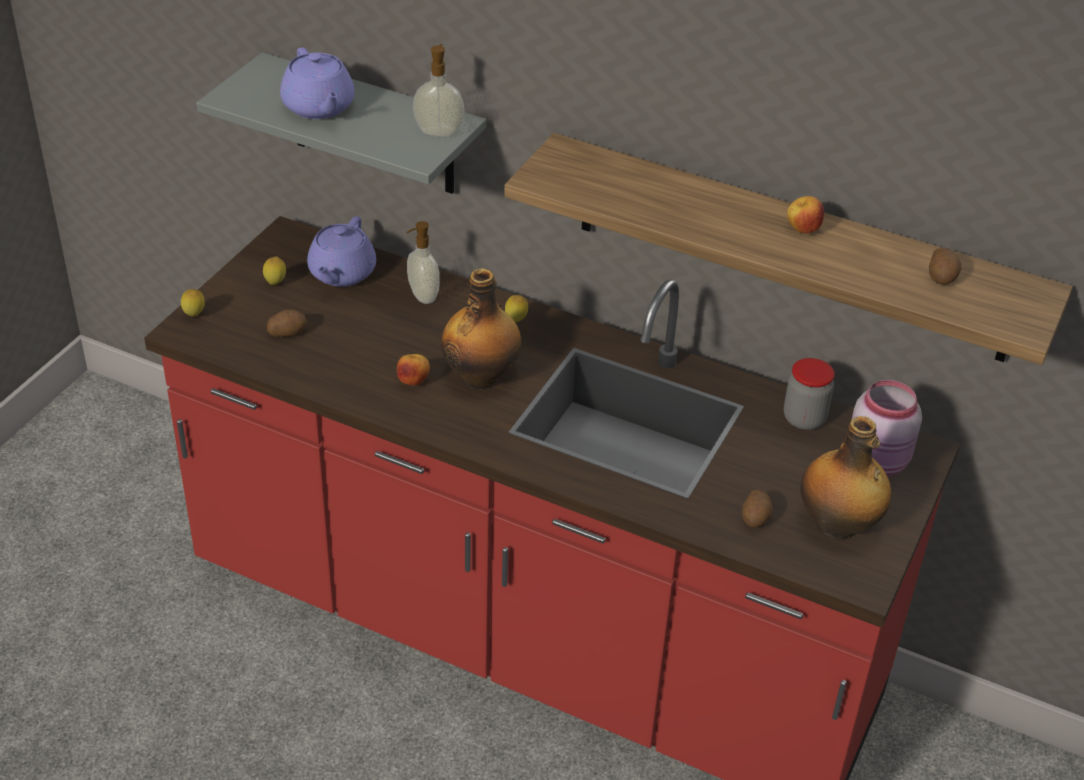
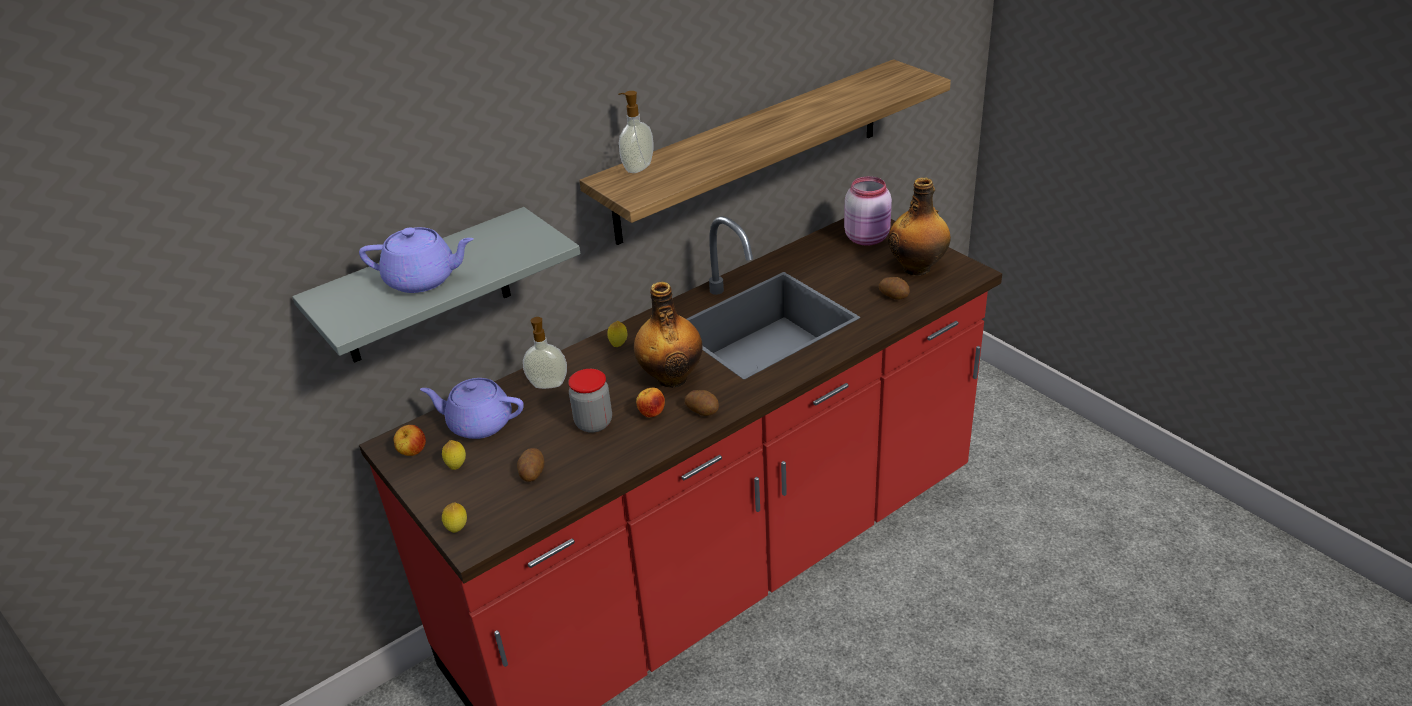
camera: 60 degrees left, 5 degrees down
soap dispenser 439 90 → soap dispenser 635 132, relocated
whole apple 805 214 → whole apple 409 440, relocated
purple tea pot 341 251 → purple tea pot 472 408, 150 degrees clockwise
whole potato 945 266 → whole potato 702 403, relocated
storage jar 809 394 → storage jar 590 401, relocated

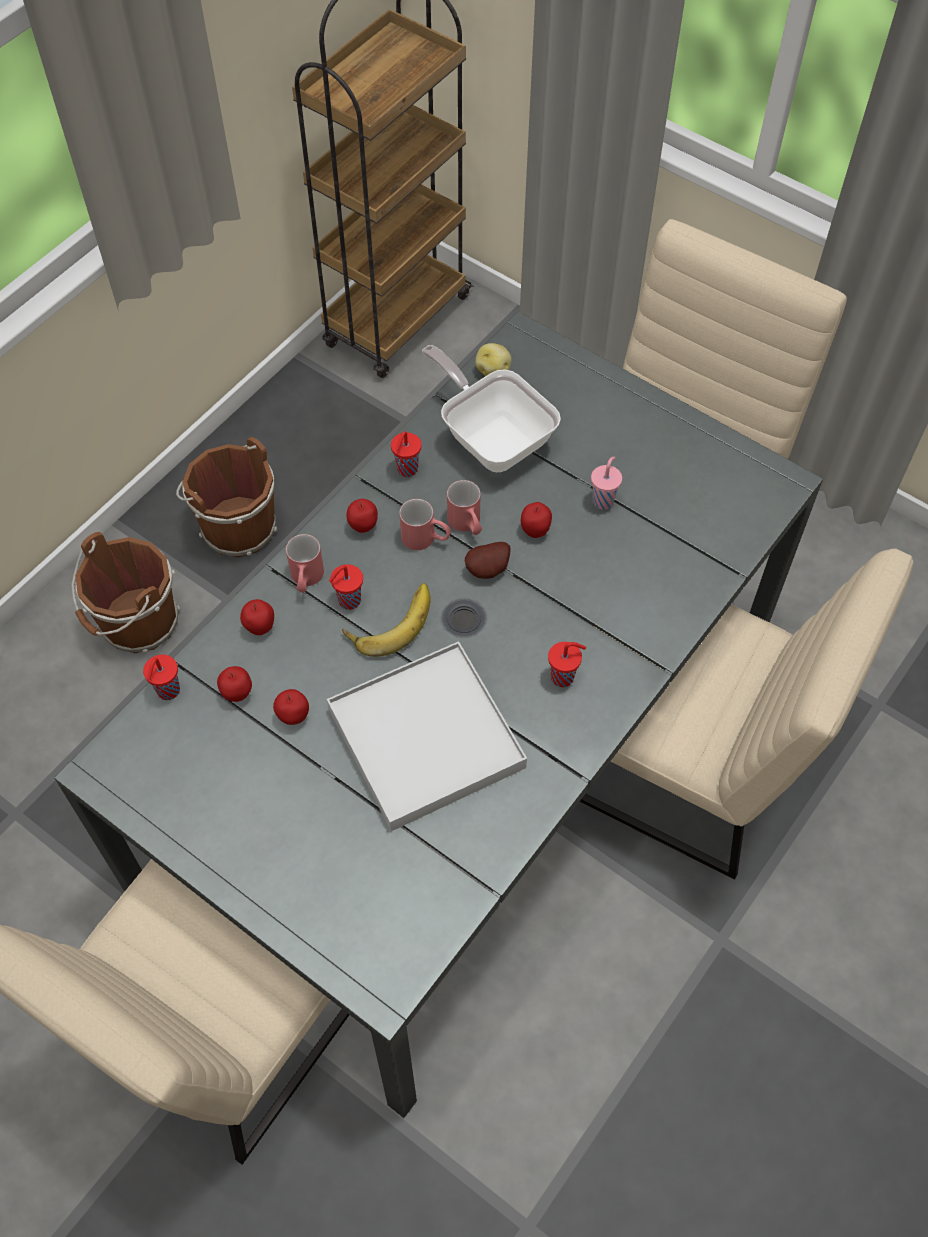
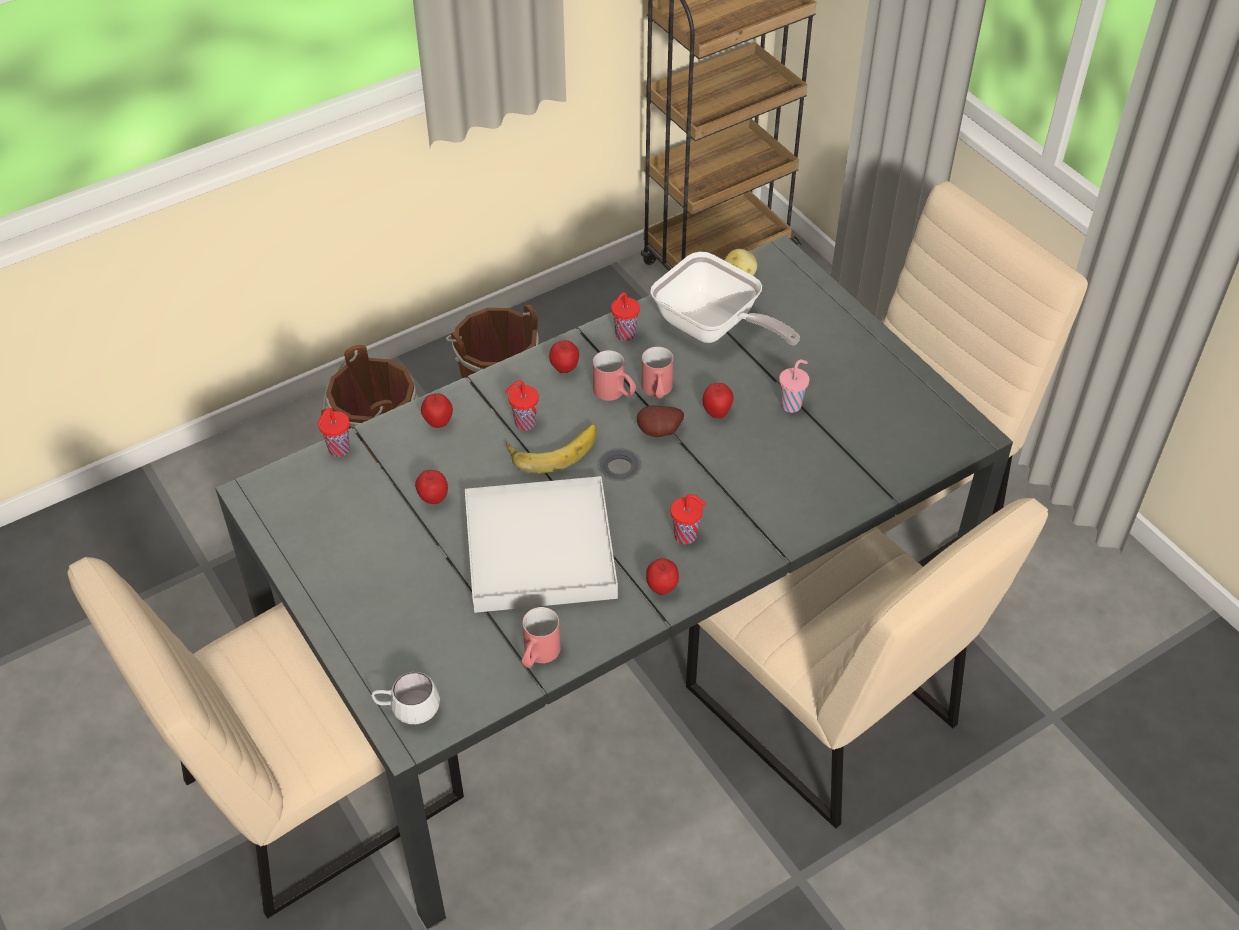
camera: 20 degrees right, 10 degrees down
pan 491 408 → pan 725 299, 150 degrees clockwise
red-coloured mug 305 563 → red-coloured mug 541 637, relocated
whole apple 234 684 → whole apple 662 576, relocated
- → white mug 405 698

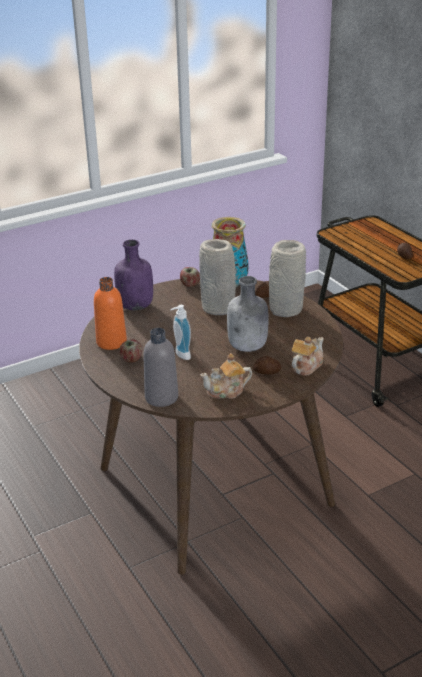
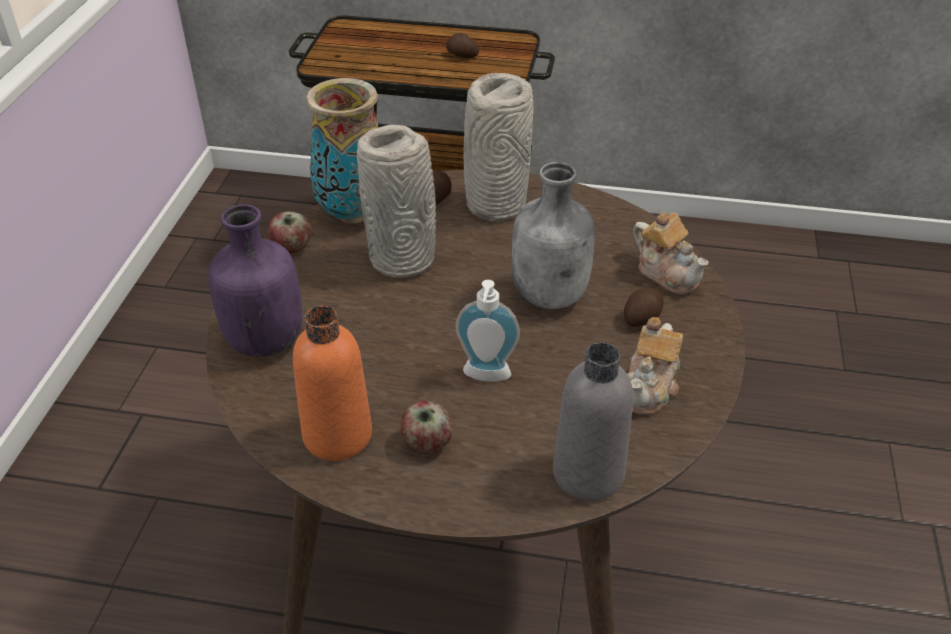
camera: 50 degrees left, 10 degrees up
tea pot 308 356 → tea pot 671 253, 150 degrees clockwise

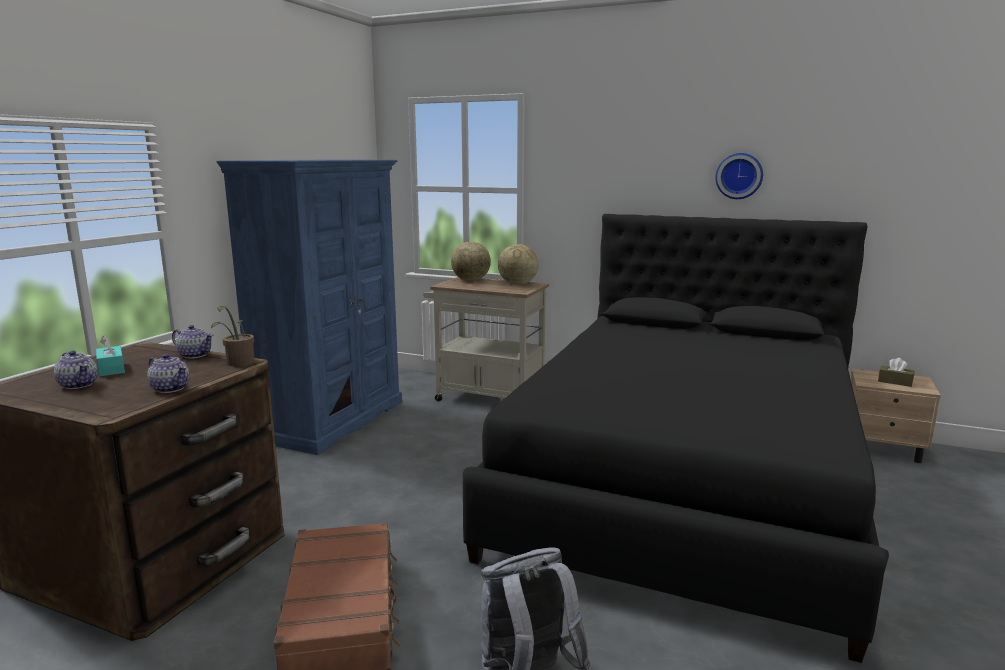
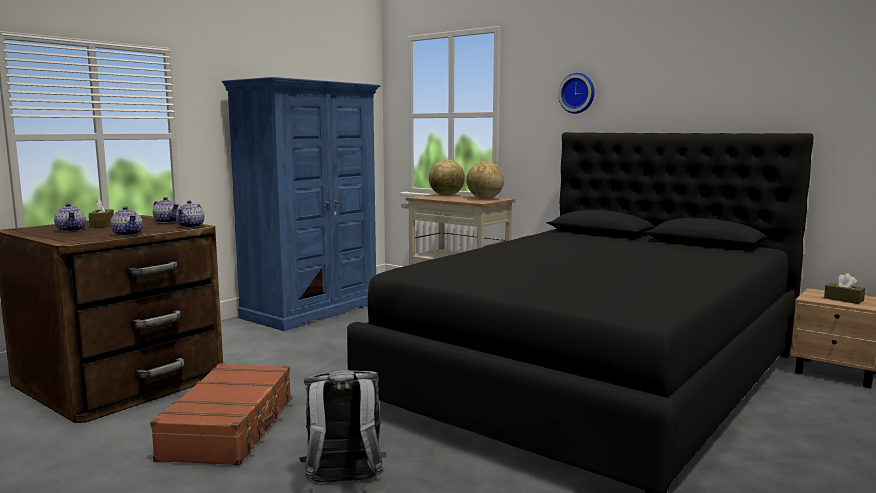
camera: 15 degrees right, 5 degrees down
clock on the wall 739 176 → clock on the wall 576 93, relocated
houseplant 233 336 → tea pot 190 214
turquoise tissue box 110 355 → brownish tissue box 101 213

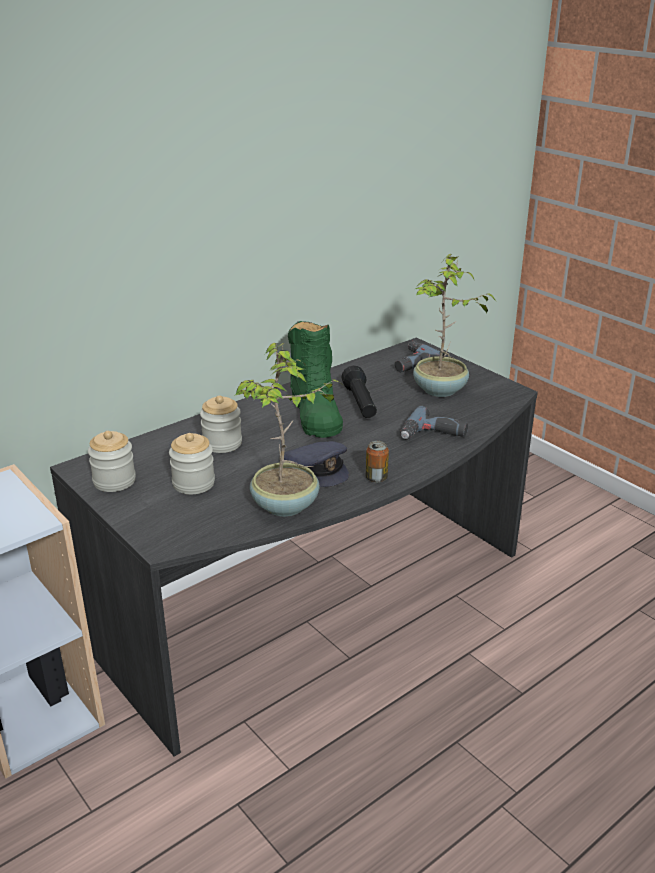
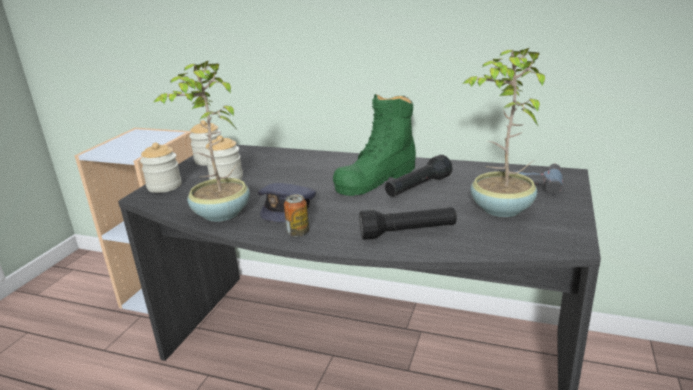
camera: 60 degrees right, 5 degrees down
storage jar 221 424 → storage jar 160 167, relocated
power drill 434 423 → blackish torch 408 223

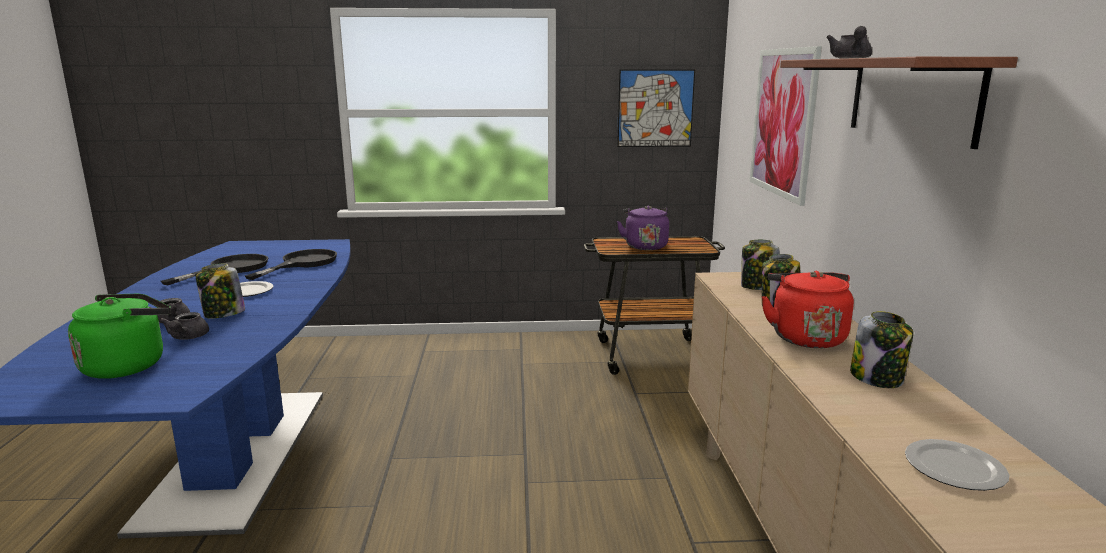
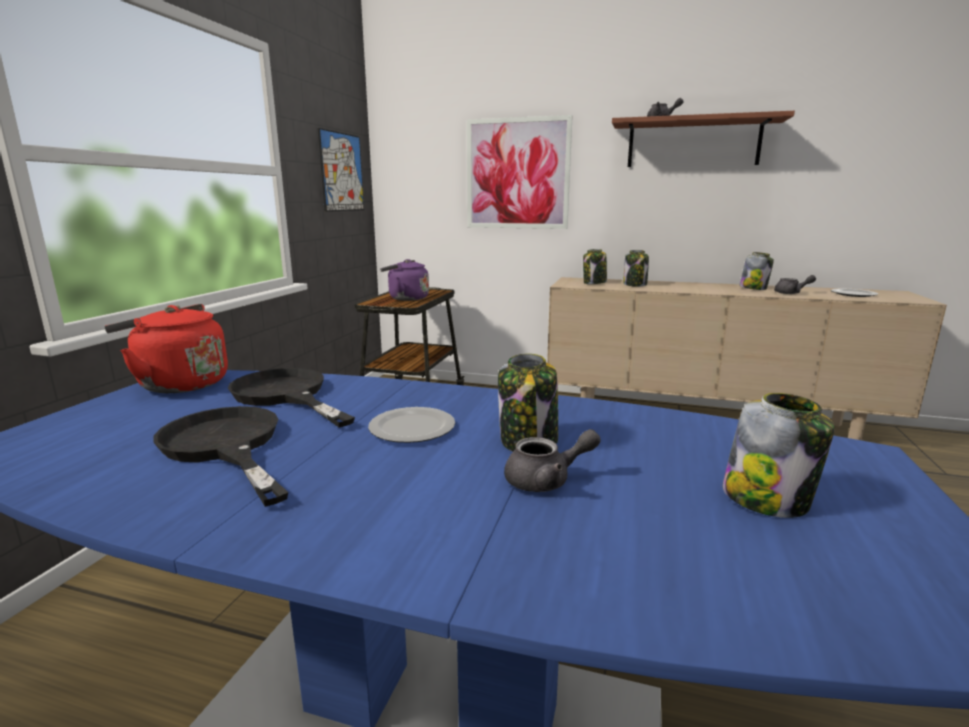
camera: 70 degrees left, 0 degrees up
red-coloured kettle 808 309 → red-coloured kettle 166 348, relocated
greenish kettle 119 336 → storage jar 779 455
grey tea pot 184 326 → grey tea pot 795 284, relocated

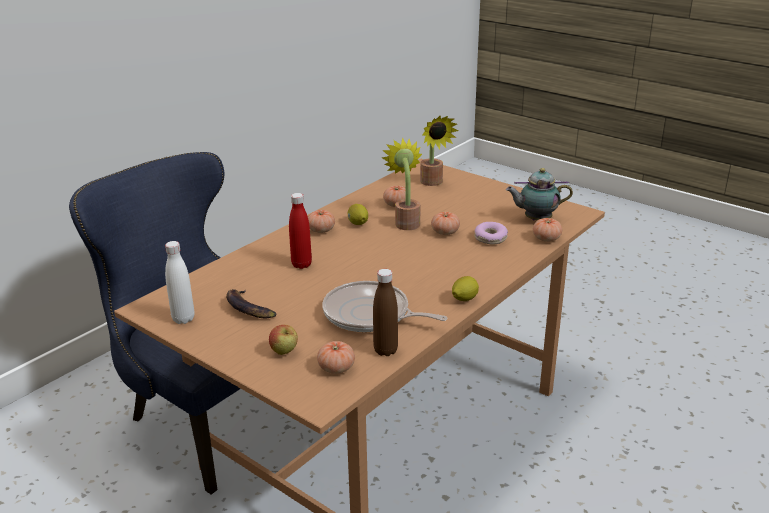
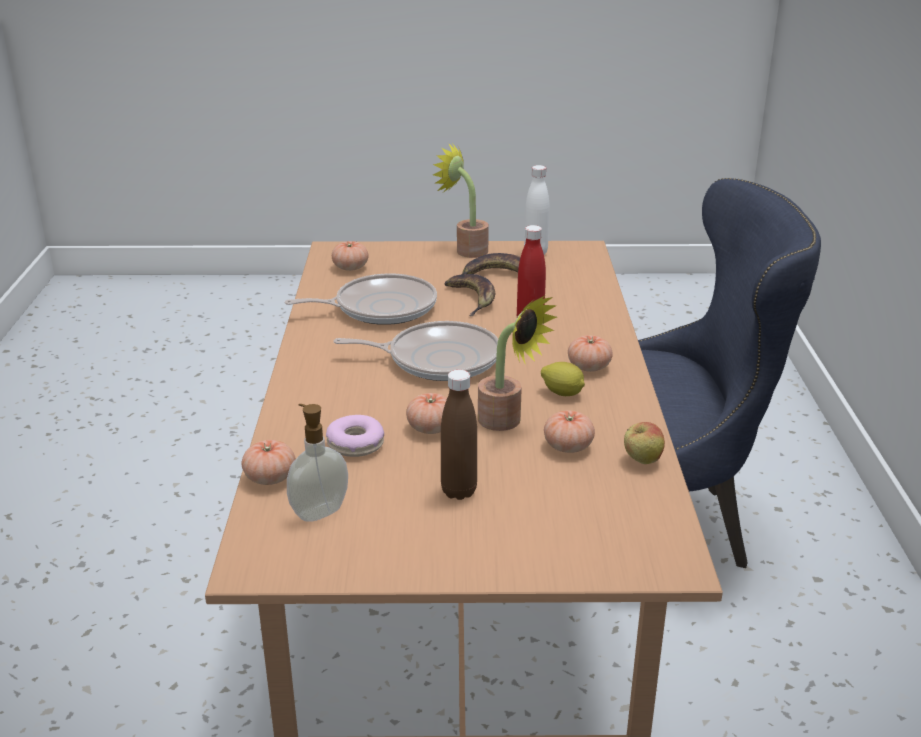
camera: 140 degrees right, 0 degrees up
houseplant 439 151 → houseplant 461 200, relocated
tea pot 539 194 → soap dispenser 317 463
brownish drink bottle 385 312 → brownish drink bottle 459 435, relocated
lemon 465 288 → -
whole apple 283 340 → whole apple 644 443, relocated
- → banana 470 295
- → pan 416 351

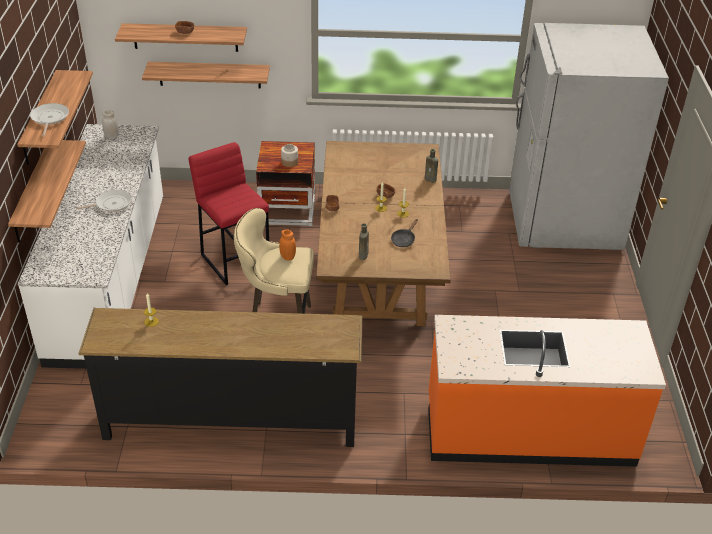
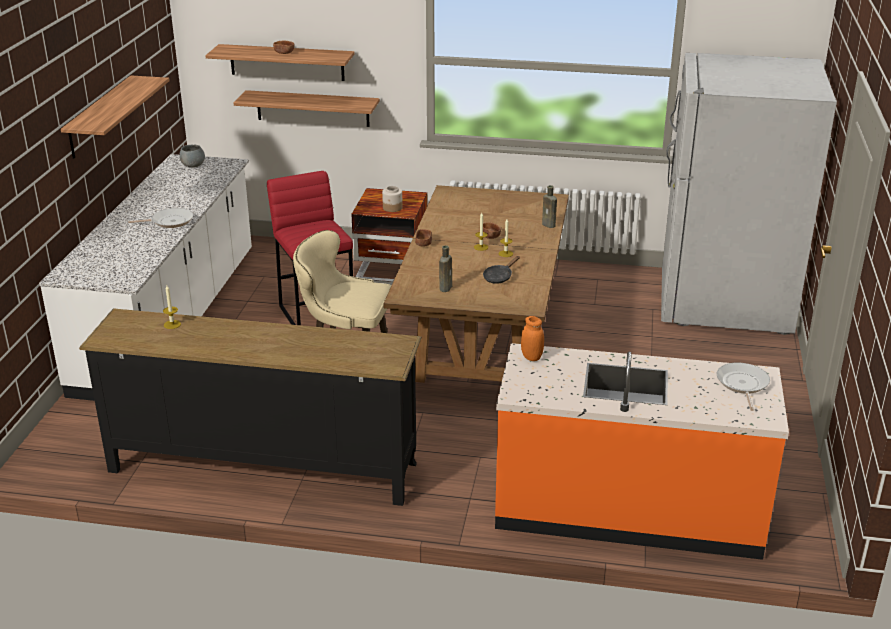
camera: 10 degrees right, 10 degrees down
pan 49 120 → pan 743 387, relocated
white storage jar 110 124 → grey deep dish 192 156
shelf 47 191 → -
orangey storage jar 287 245 → orangey storage jar 532 338, relocated

